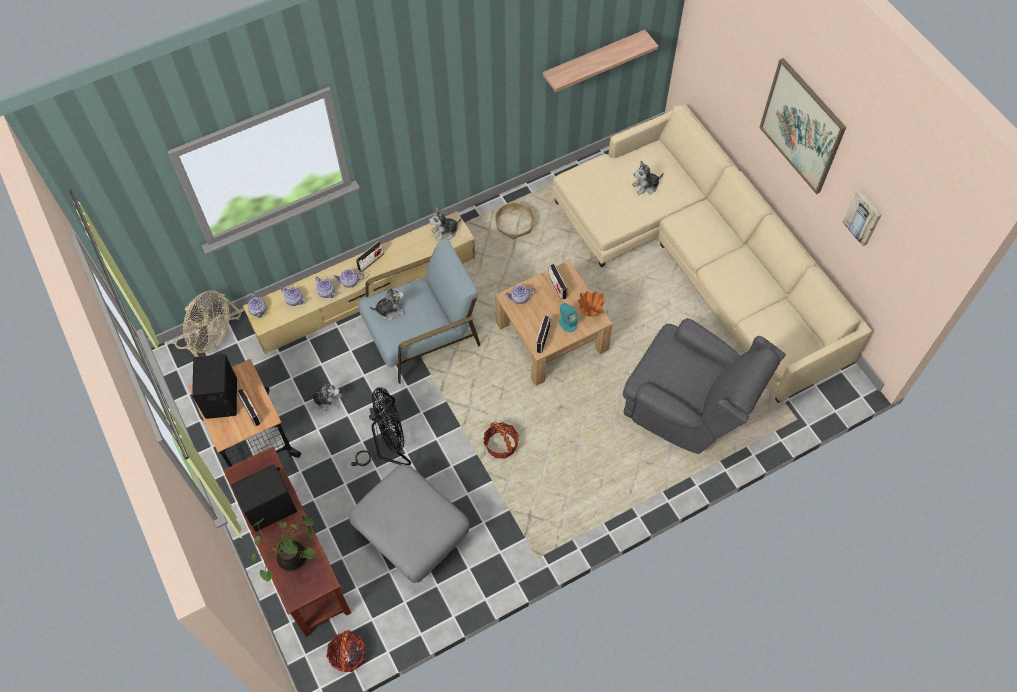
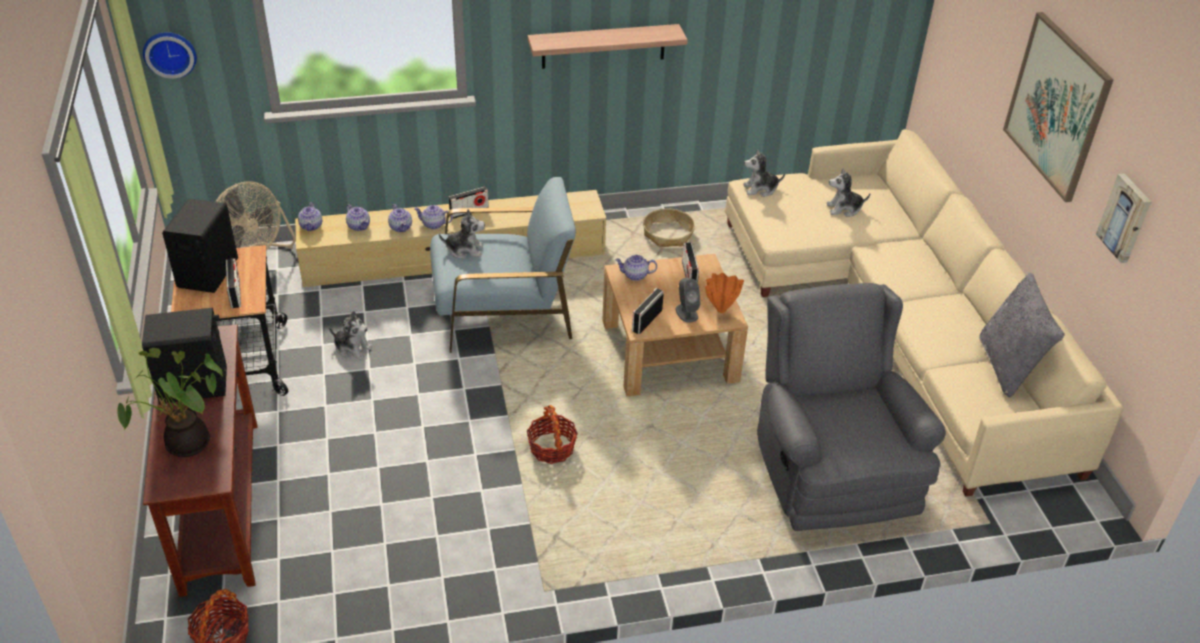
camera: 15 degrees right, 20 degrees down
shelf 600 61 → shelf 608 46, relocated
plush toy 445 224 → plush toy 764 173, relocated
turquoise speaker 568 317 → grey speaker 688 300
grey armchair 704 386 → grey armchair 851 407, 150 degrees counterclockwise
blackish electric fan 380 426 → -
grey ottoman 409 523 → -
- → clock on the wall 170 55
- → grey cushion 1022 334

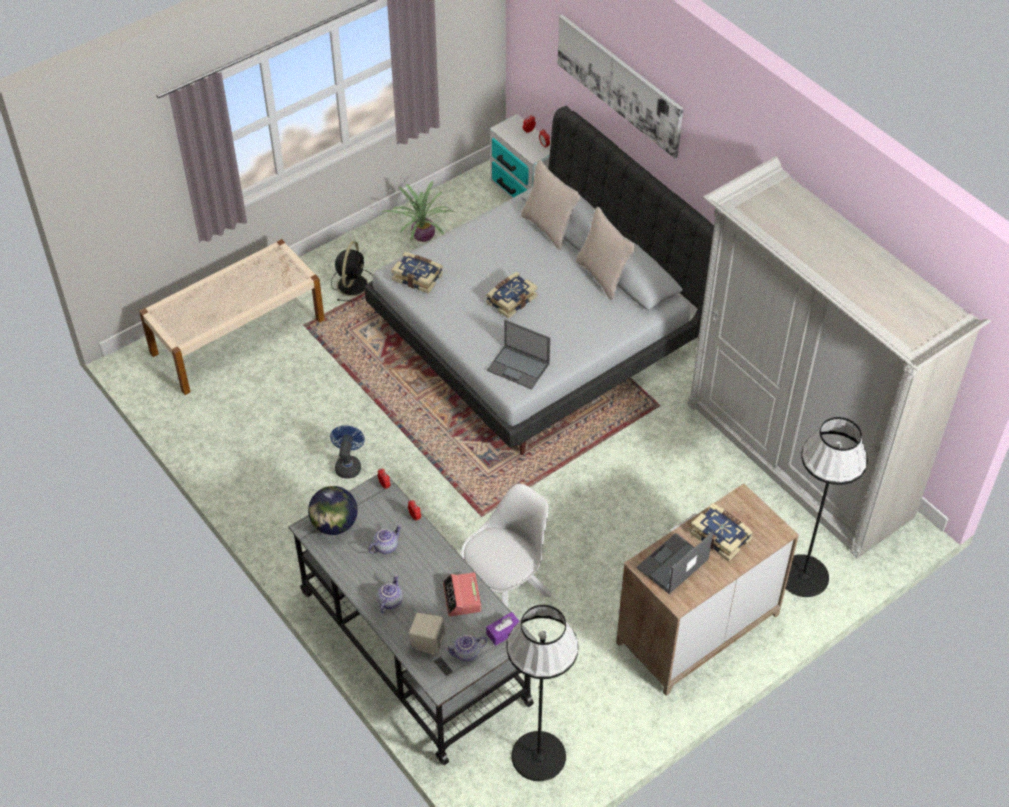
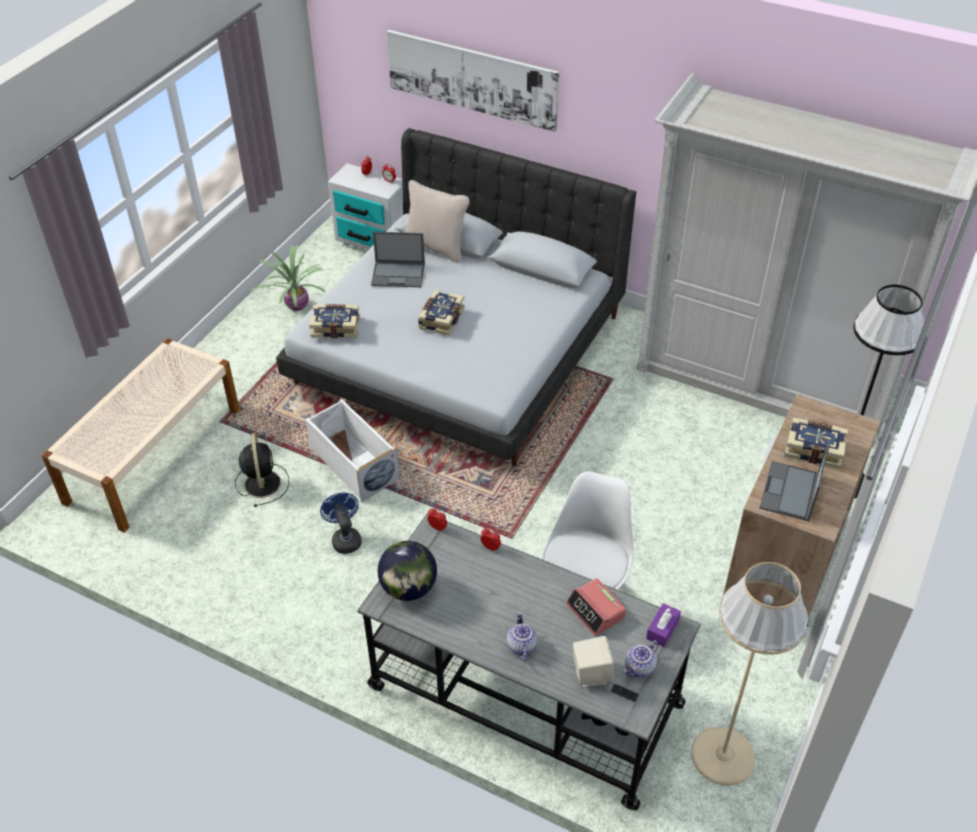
camera: 25 degrees left, 5 degrees down
beige-coloured cushion 605 253 → -
blackish electric fan 352 271 → blackish electric fan 262 470, relocated
notebook computer 518 354 → notebook computer 398 259, relocated
tea pot 385 539 → -
blackish standing lamp 543 693 → beige-coloured standing lamp 750 674
- → white storage box 352 450

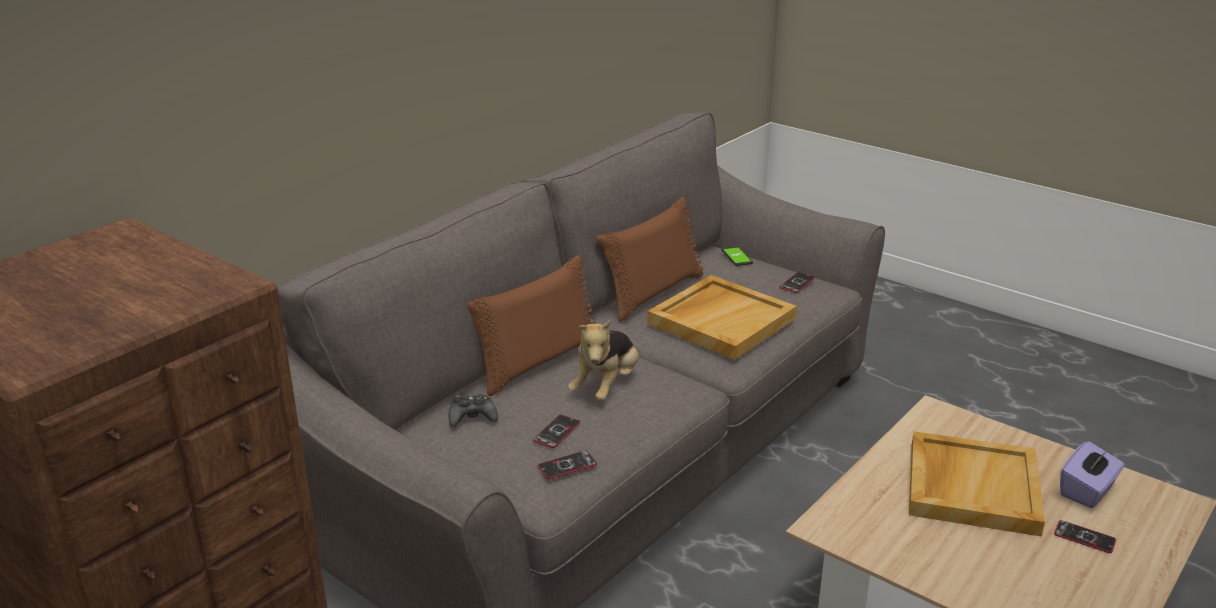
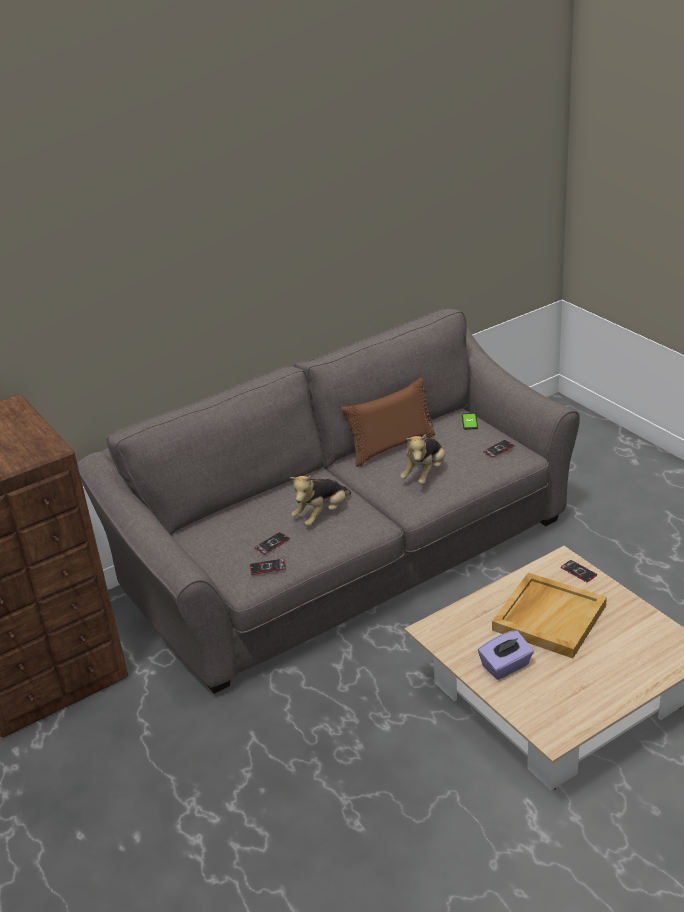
camera: 20 degrees right, 5 degrees up
brownish cushion 532 326 → -
beige-coloured serving tray 722 317 → plush toy 422 459
blackish gamepad 473 410 → -
purple tissue box 1092 474 → purple tissue box 506 655, relocated
handset 1085 536 → handset 579 571, relocated

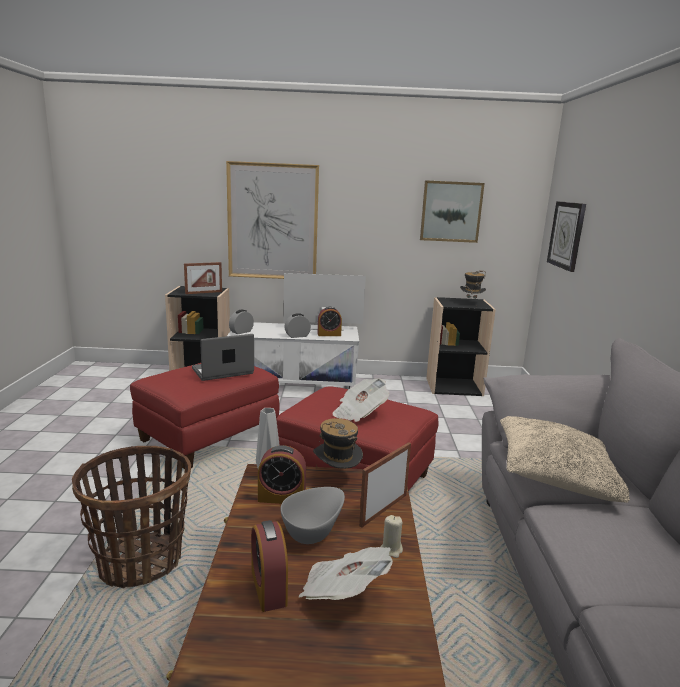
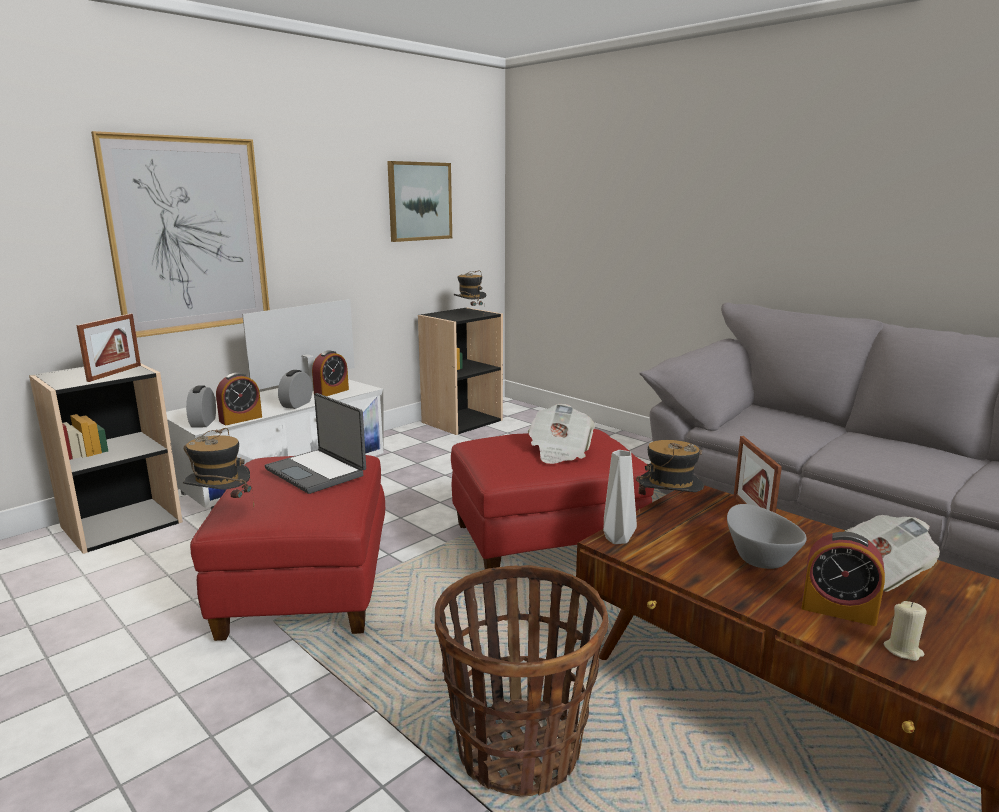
camera: 45 degrees left, 0 degrees up
clock on the wall 566 236 → -
notebook computer 223 357 → notebook computer 315 443, 60 degrees counterclockwise
beige-coloured cushion 565 459 → -
table clock 282 474 → table clock 239 398, relocated
beige-coloured wax candle 392 536 → beige-coloured wax candle 905 631, relocated
- → clothing hat 218 467

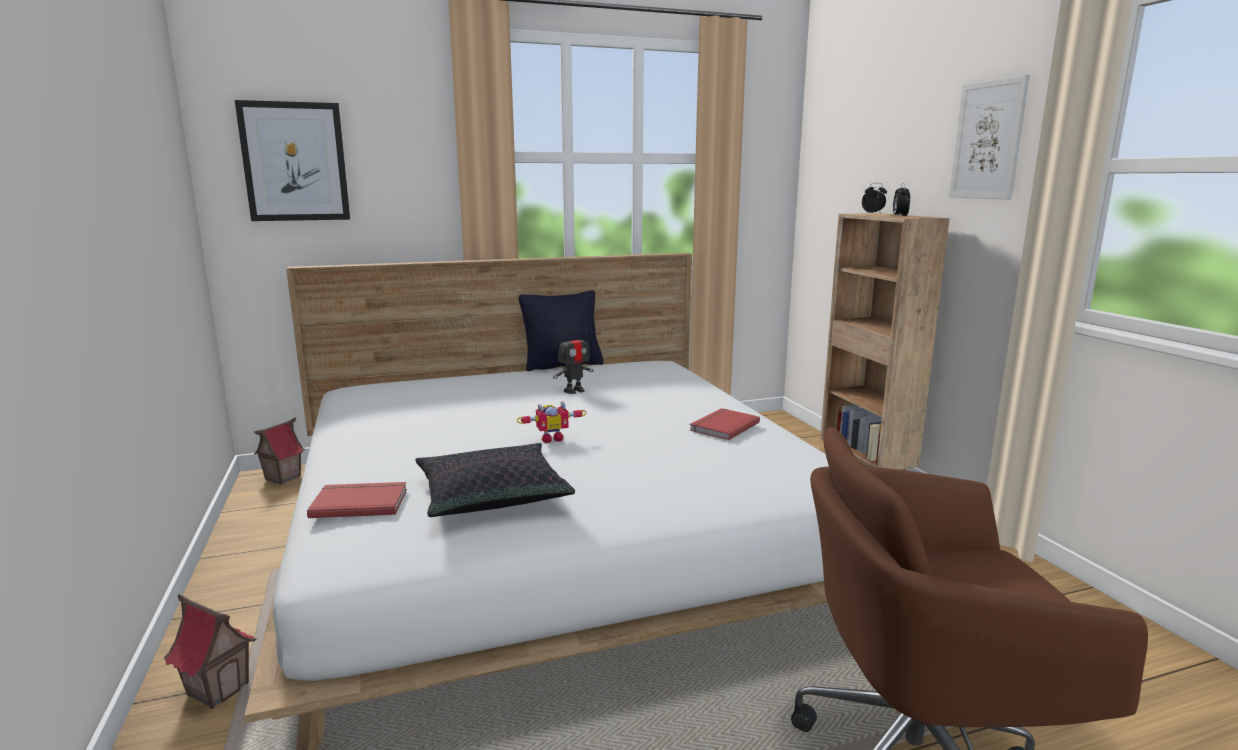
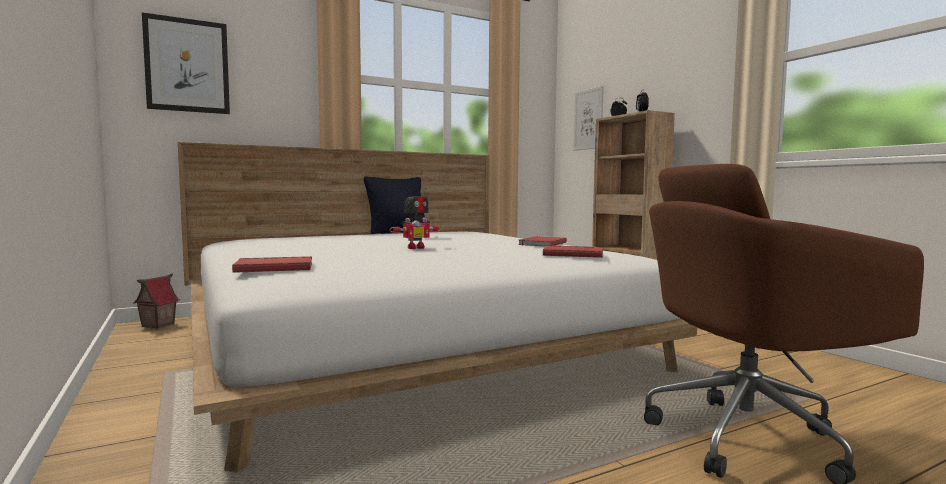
camera: 10 degrees left, 10 degrees down
wall art 989 137 → wall art 588 118, relocated
blackish cushion 495 480 → -
model house 210 651 → -
- → red-coloured volume 573 251

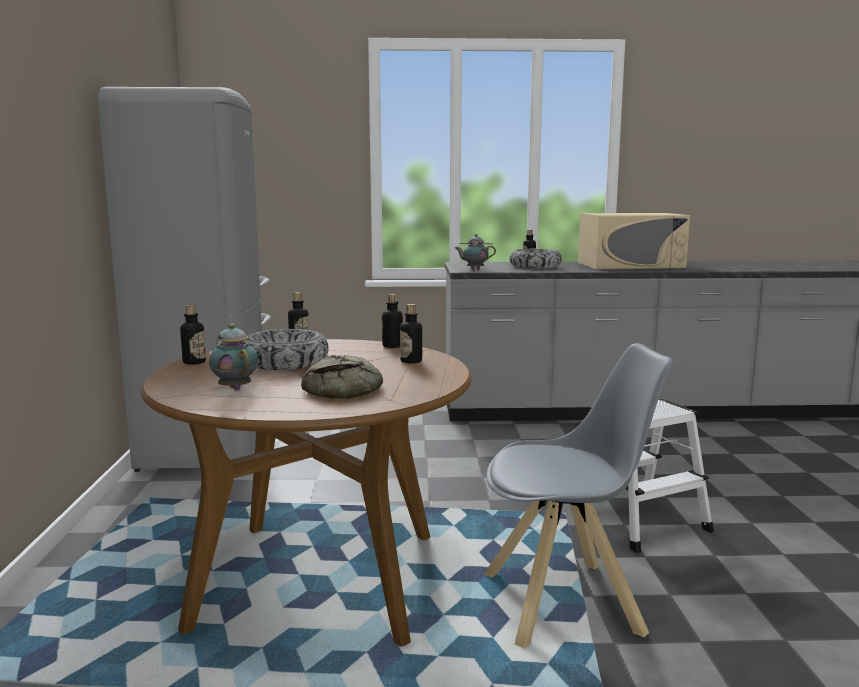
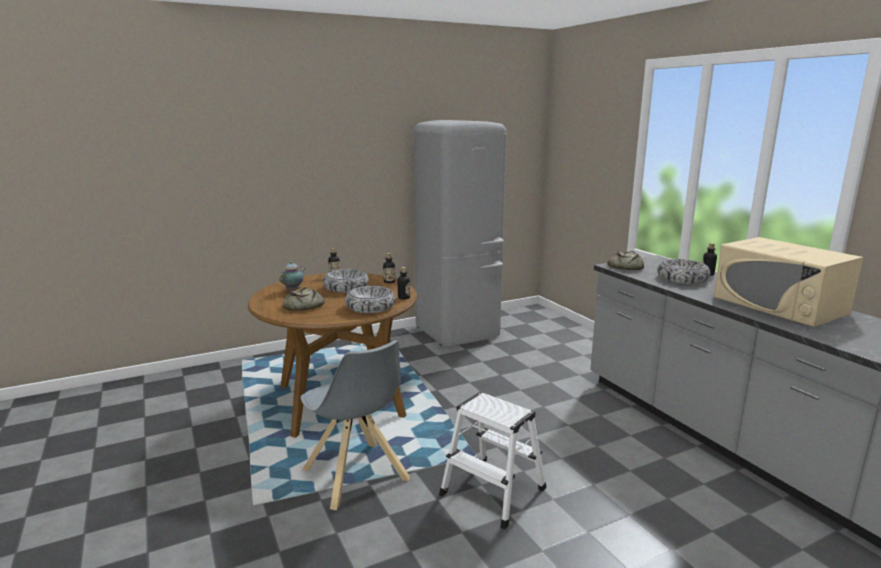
camera: 65 degrees right, 5 degrees up
tea pot 475 252 → bread 625 260
drink bottle 411 333 → deep dish 370 299

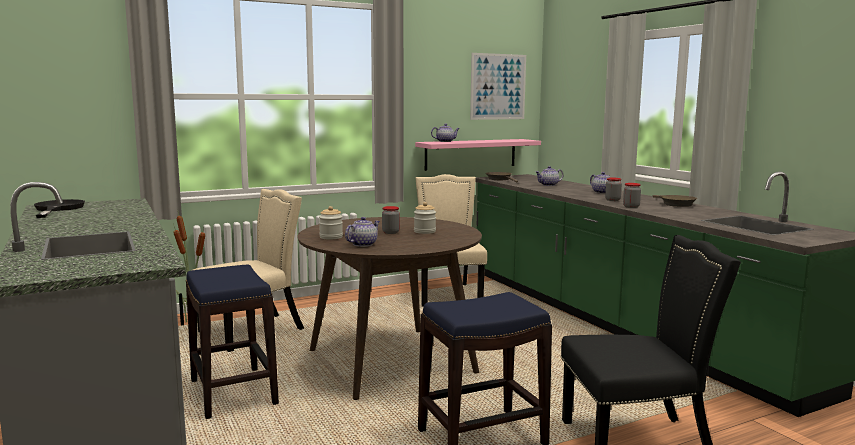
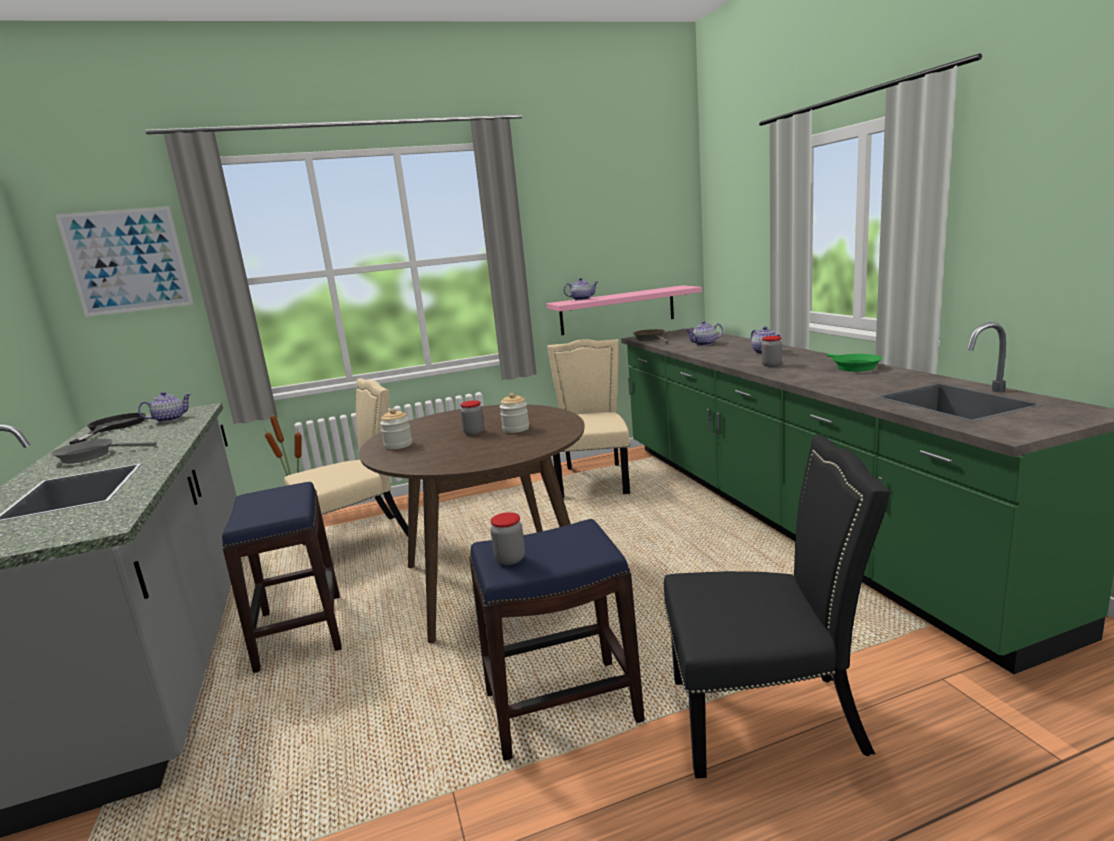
camera: 10 degrees right, 5 degrees up
wall art 498 86 → wall art 124 261, relocated
storage jar 632 195 → storage jar 507 538, relocated
brownish pan 674 201 → greenish pan 854 363
tea pot 362 232 → tea pot 164 407, relocated
- → grey pan 104 451

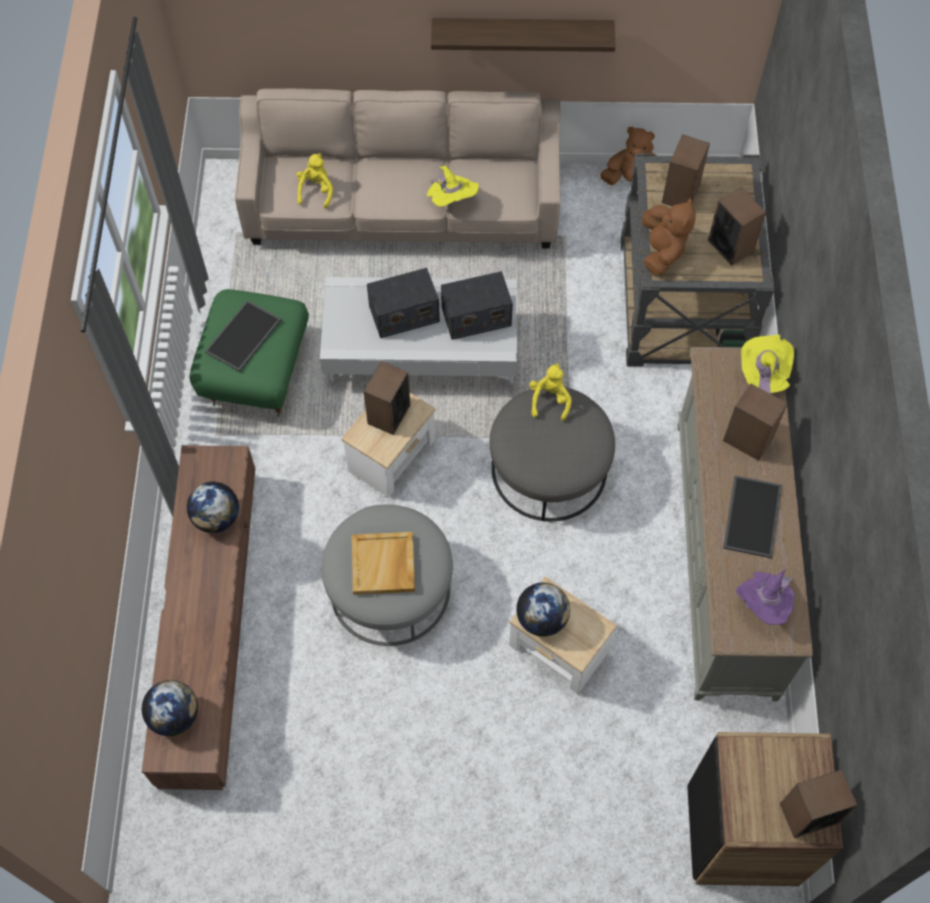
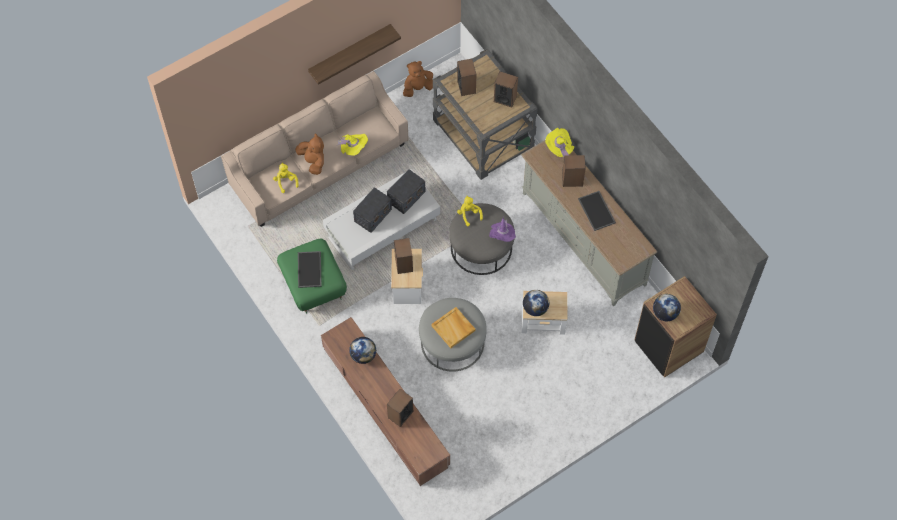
camera: 35 degrees left, 0 degrees up
brownish plush toy 669 236 → brownish plush toy 309 154, relocated
purple clothing hat 765 597 → purple clothing hat 502 230, relocated
desk globe 170 708 → desk globe 667 307, relocated
speaker 818 803 → speaker 400 408, relocated

